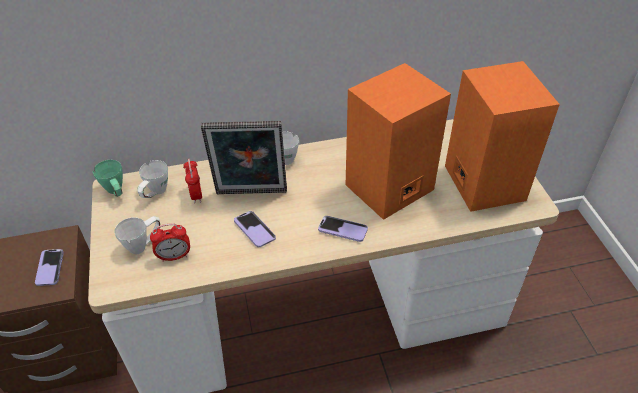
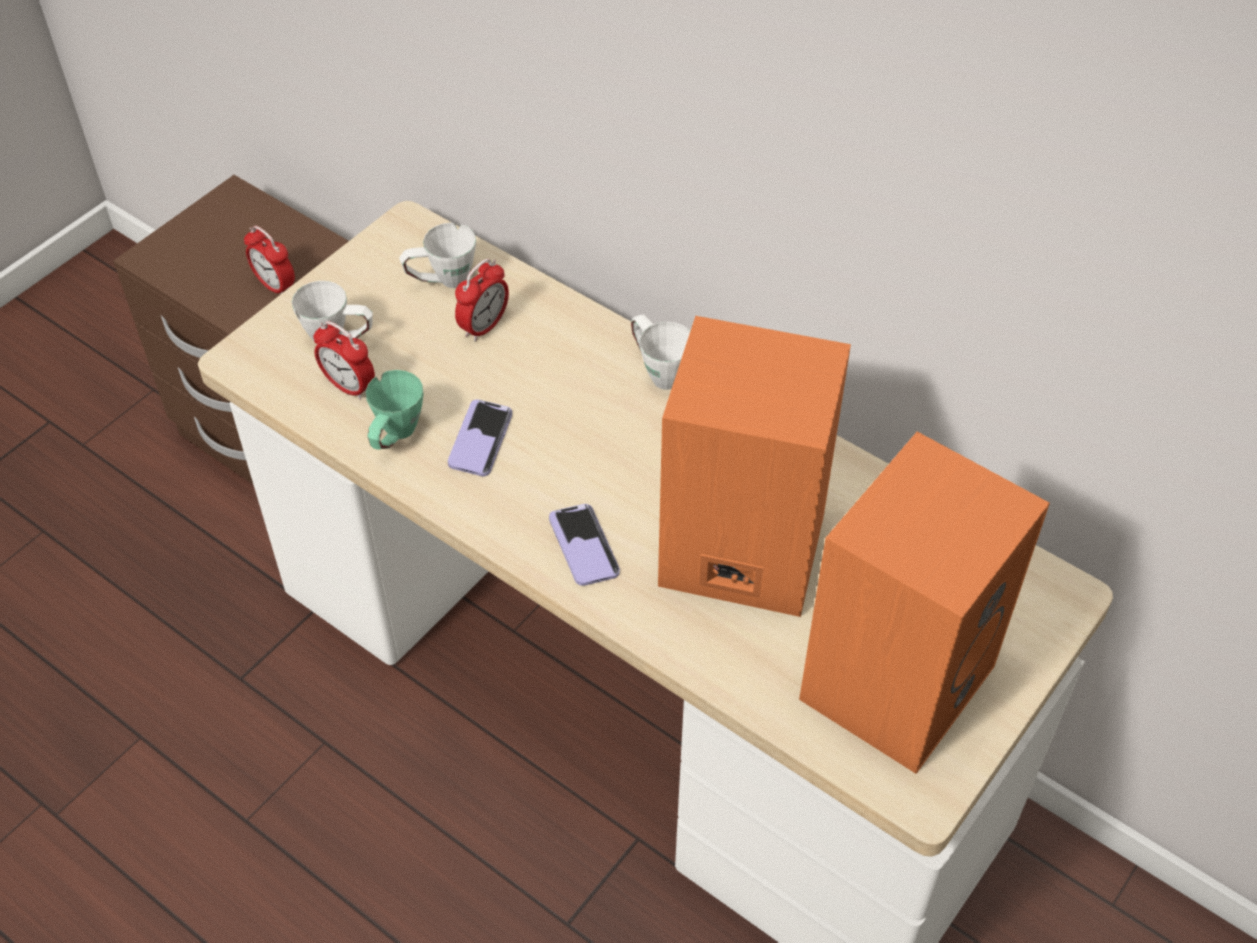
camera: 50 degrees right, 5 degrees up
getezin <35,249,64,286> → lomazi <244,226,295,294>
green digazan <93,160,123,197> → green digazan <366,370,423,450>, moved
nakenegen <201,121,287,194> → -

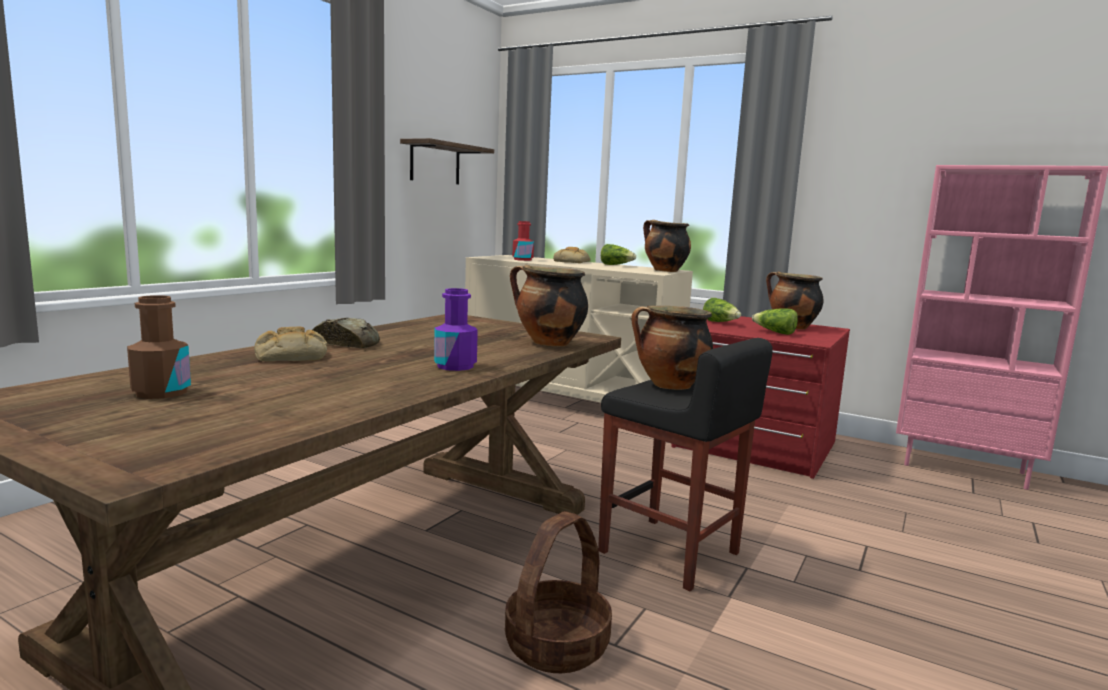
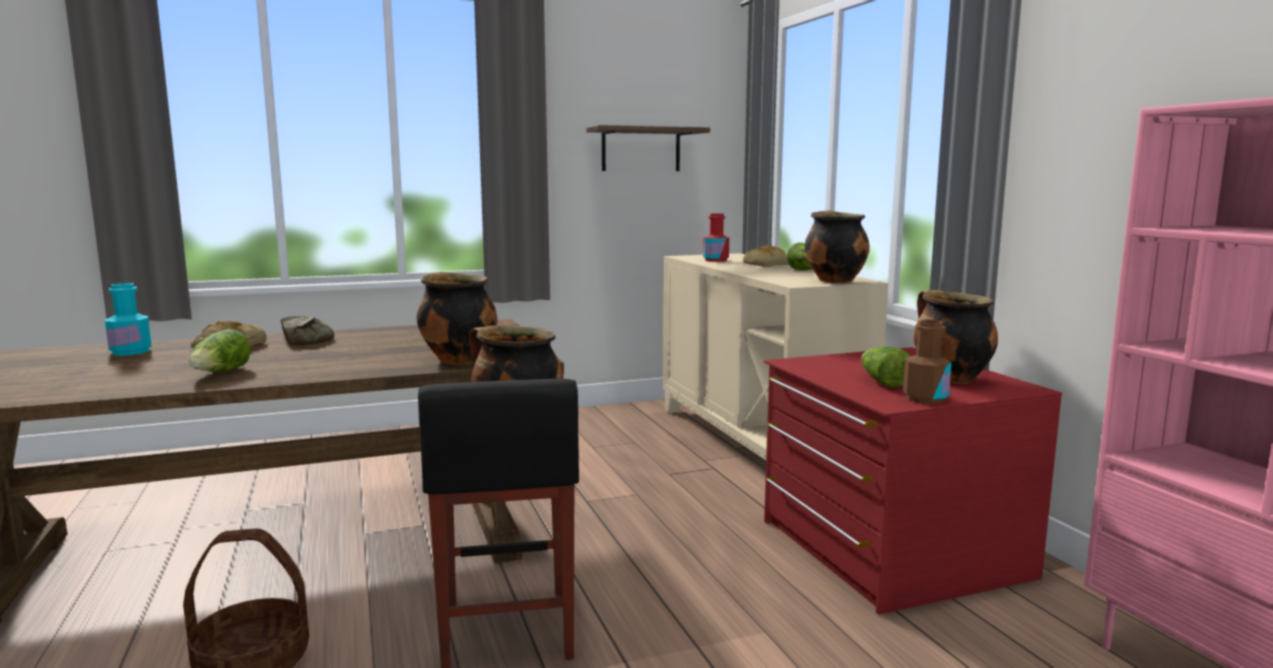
camera: 40 degrees right, 0 degrees up
- → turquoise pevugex <105,283,152,356>
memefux <703,298,741,322> → memefux <189,329,251,372>, moved
brown pevugex <127,295,191,399> → brown pevugex <903,320,952,404>, moved
purple pevugex <434,288,478,371> → -

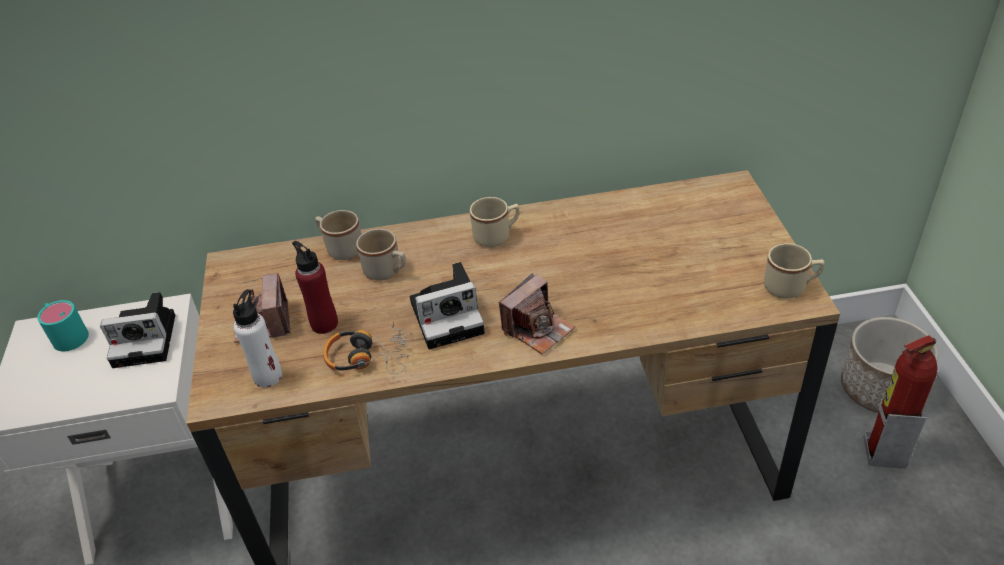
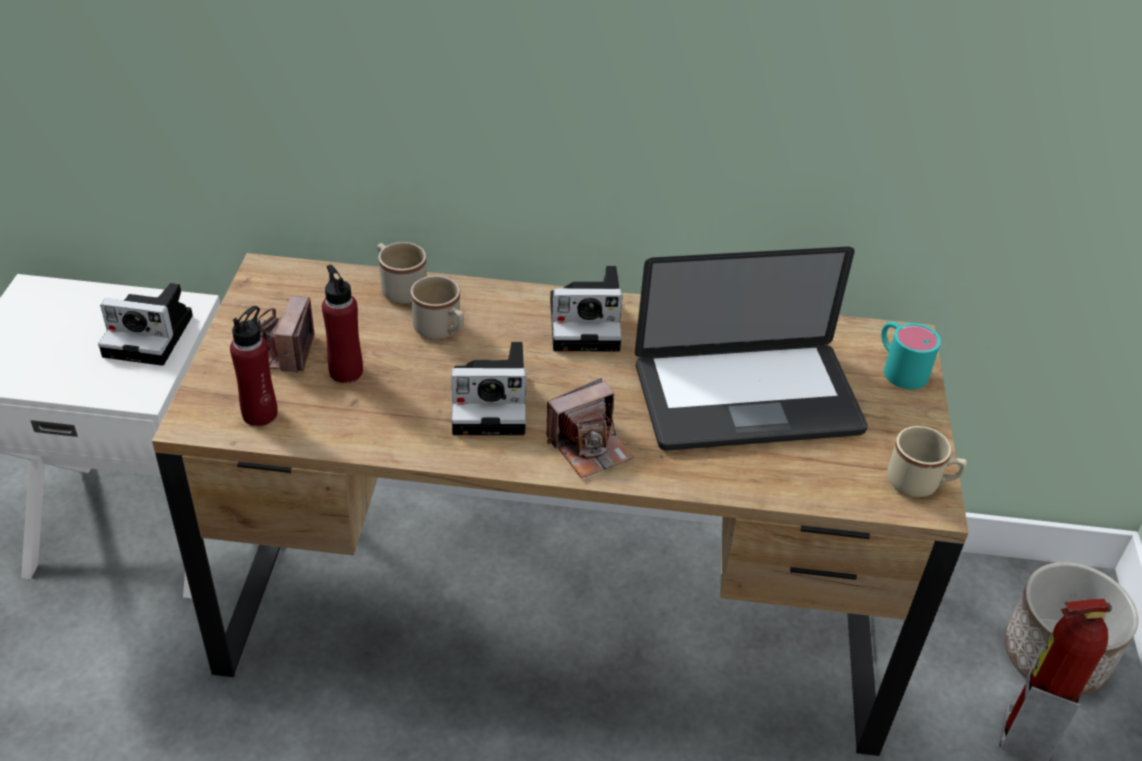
camera: 10 degrees right, 0 degrees up
white pevugex <233,289,282,388> → red pevugex <230,306,277,426>
beige digazan <470,197,520,247> → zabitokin <550,266,623,351>
- → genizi <635,246,868,450>
turquoise digazan <37,300,89,351> → turquoise digazan <881,322,941,389>, moved
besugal <323,322,409,374> → -

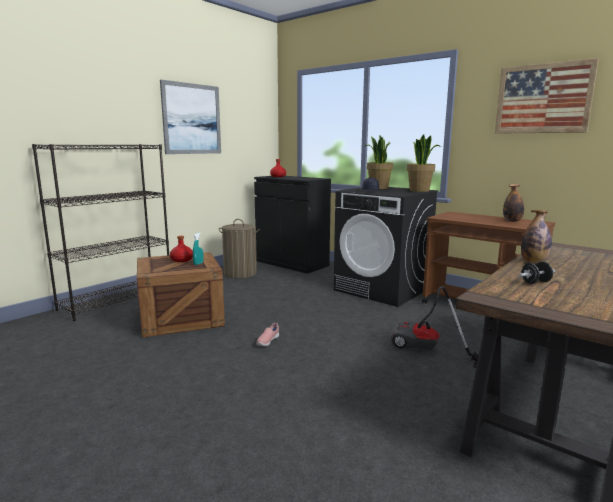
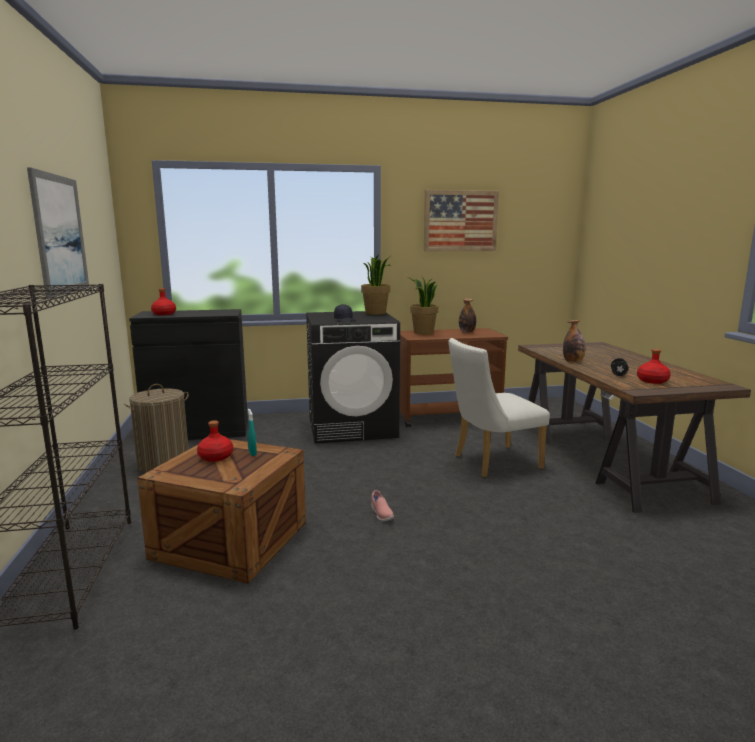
camera: 50 degrees left, 0 degrees up
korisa <365,135,393,189> → korisa <408,277,438,334>, moved
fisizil <391,286,479,368> → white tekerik <448,338,550,477>
- → red pevugex <637,349,671,384>

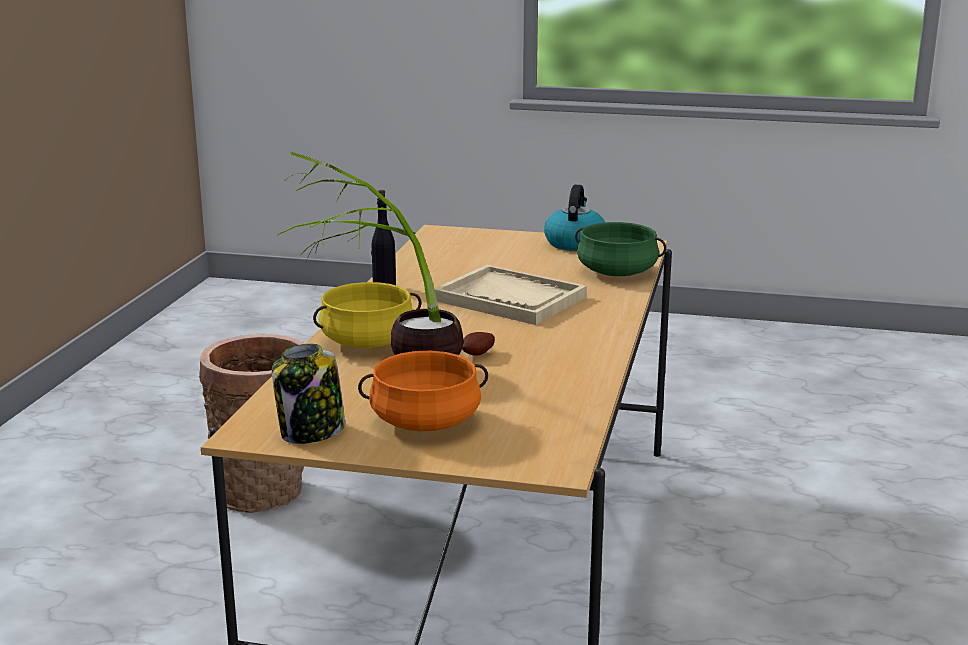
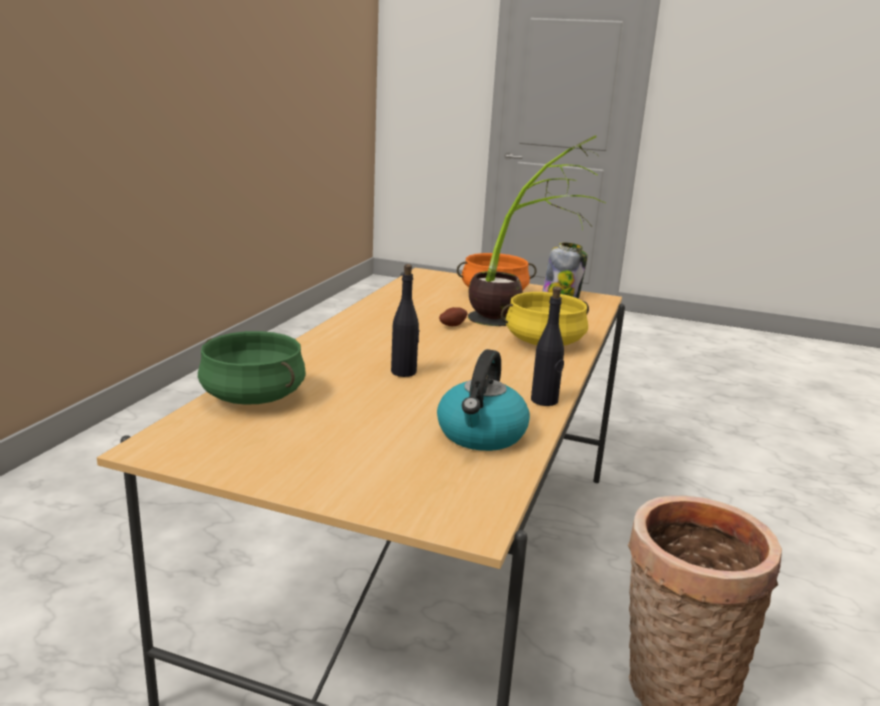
camera: 175 degrees left, 0 degrees up
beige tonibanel <434,265,587,325> → black pevugex <391,264,420,377>
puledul <544,185,606,251> → puledul <437,349,530,451>, moved

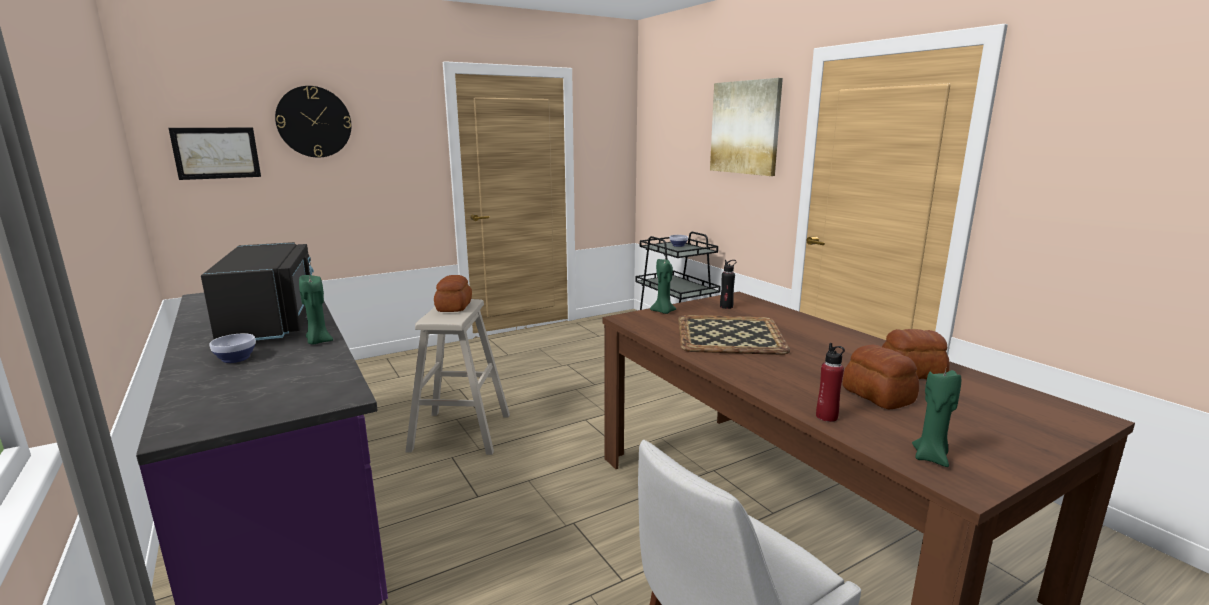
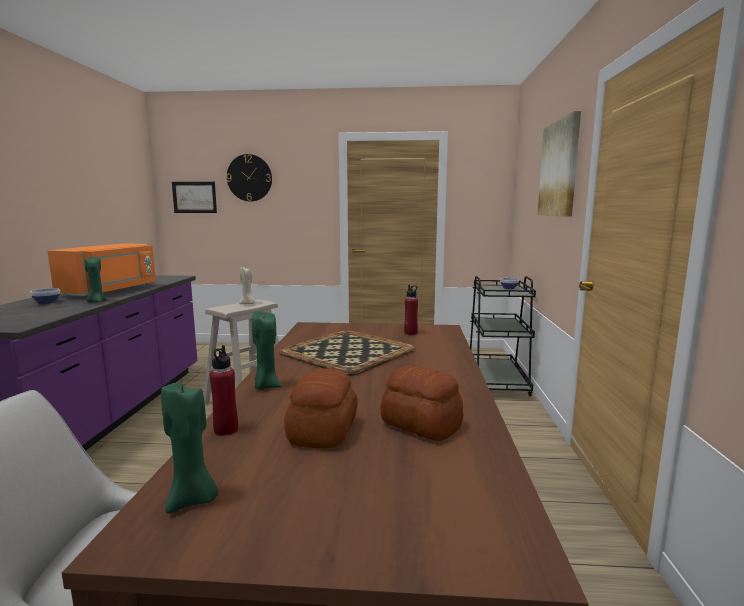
camera: 35 degrees right, 5 degrees down
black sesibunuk <201,242,314,340> → orange sesibunuk <47,243,156,296>
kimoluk <434,275,472,312> → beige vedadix <239,267,255,304>
green vedadix <650,259,676,314> → green vedadix <252,311,282,390>, moved
black pevugex <720,260,736,309> → red pevugex <404,285,418,335>

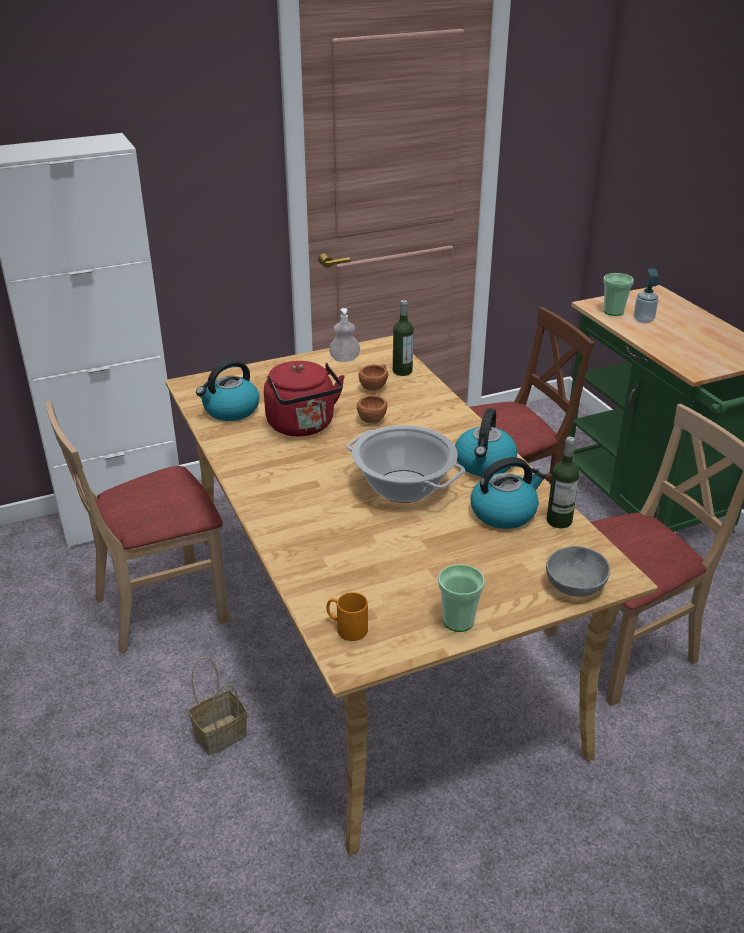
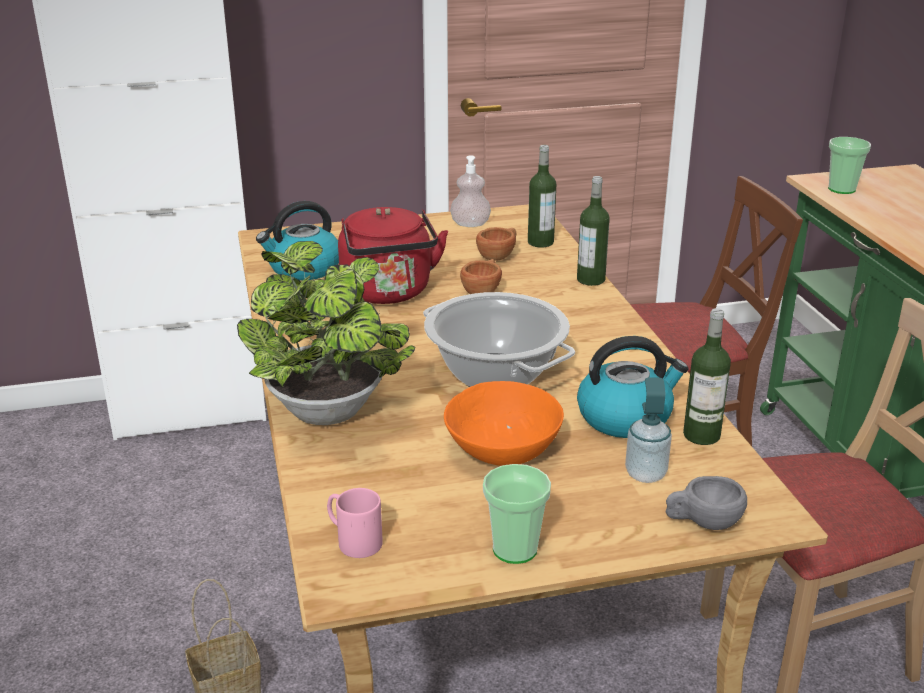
camera: 10 degrees right, 5 degrees down
- → korisa <237,241,415,425>
orange digazan <326,592,368,641> → pink digazan <327,488,383,558>
- → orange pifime <444,381,564,466>
- → pevugex <577,176,610,286>
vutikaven <634,268,658,323> → vutikaven <625,378,672,483>, moved
grey pifime <546,546,610,597> → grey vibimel <666,476,747,530>
beige tekerik <46,401,230,654> → -
puledul <455,408,517,476> → -

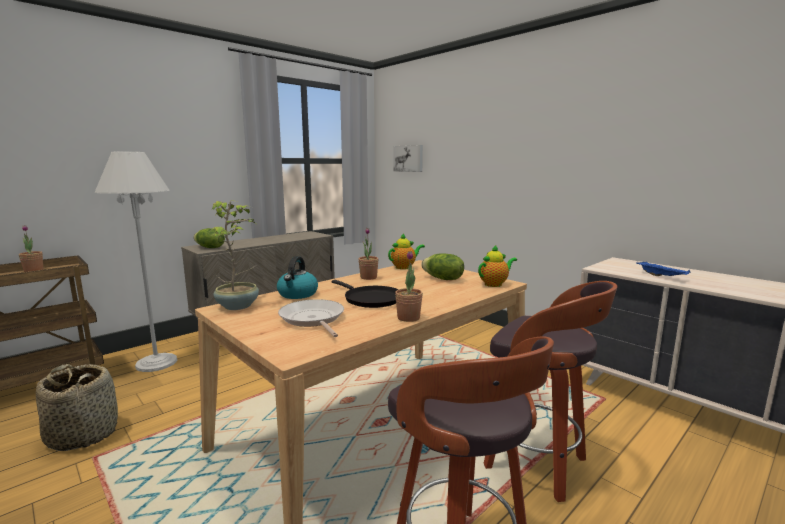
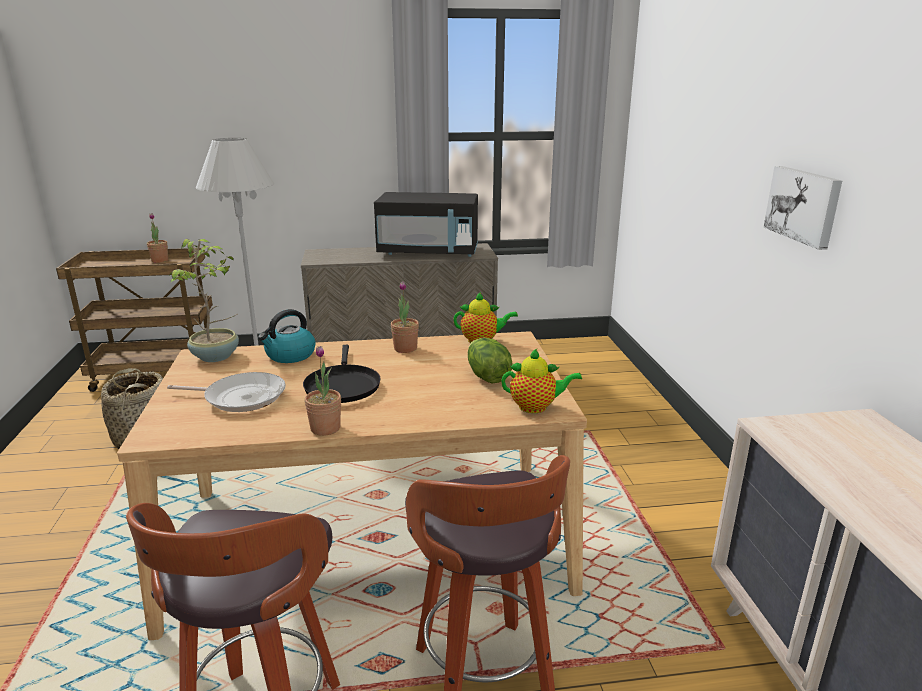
camera: 35 degrees right, 10 degrees up
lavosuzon <278,299,344,337> → lavosuzon <167,372,286,412>, 90 degrees clockwise
- → black sesibunuk <374,192,478,257>
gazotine <394,145,423,172> → gazotine <764,166,842,250>, moved
memefux <194,228,225,248> → -
blue tonibanel <636,261,690,276> → -

